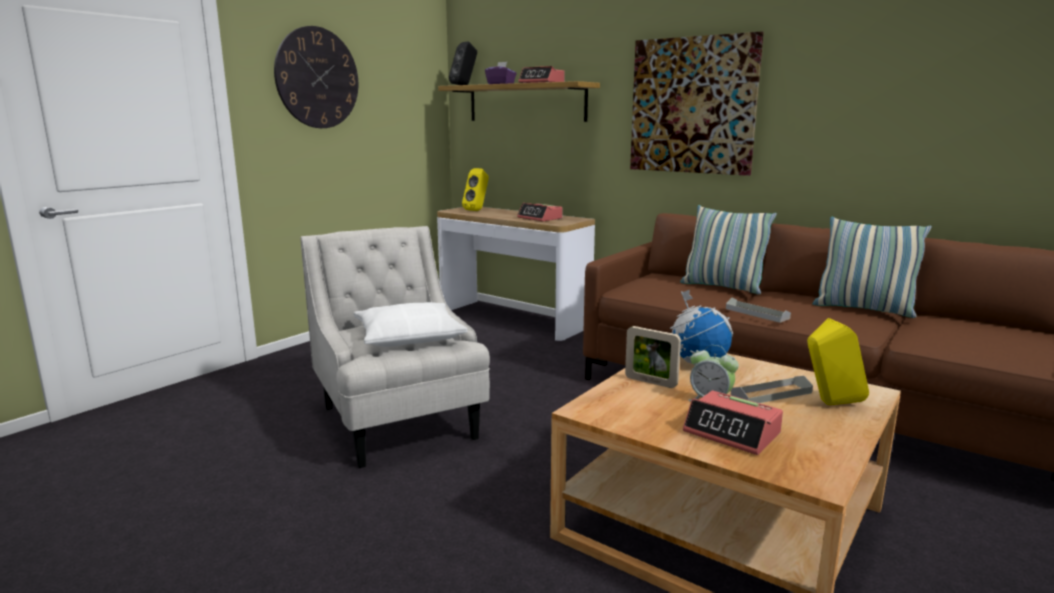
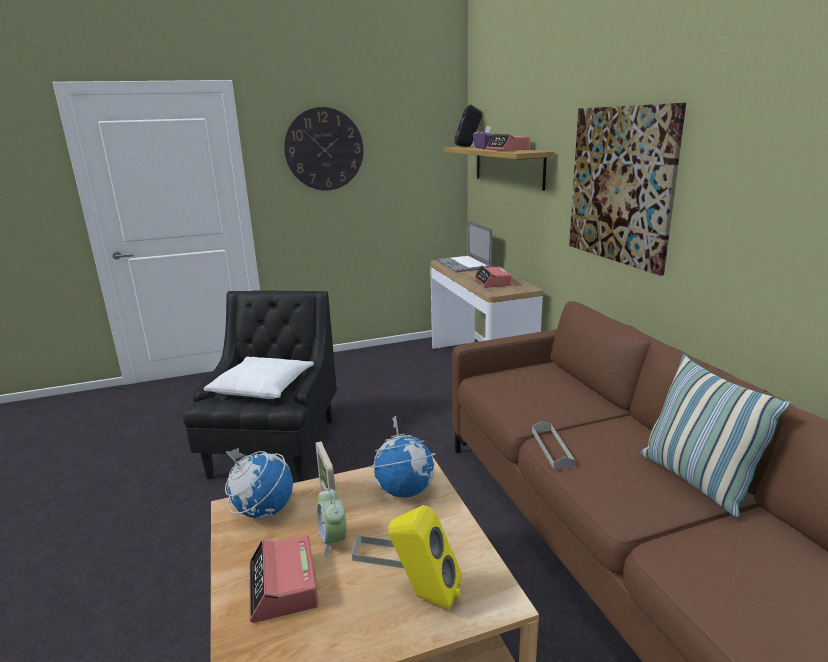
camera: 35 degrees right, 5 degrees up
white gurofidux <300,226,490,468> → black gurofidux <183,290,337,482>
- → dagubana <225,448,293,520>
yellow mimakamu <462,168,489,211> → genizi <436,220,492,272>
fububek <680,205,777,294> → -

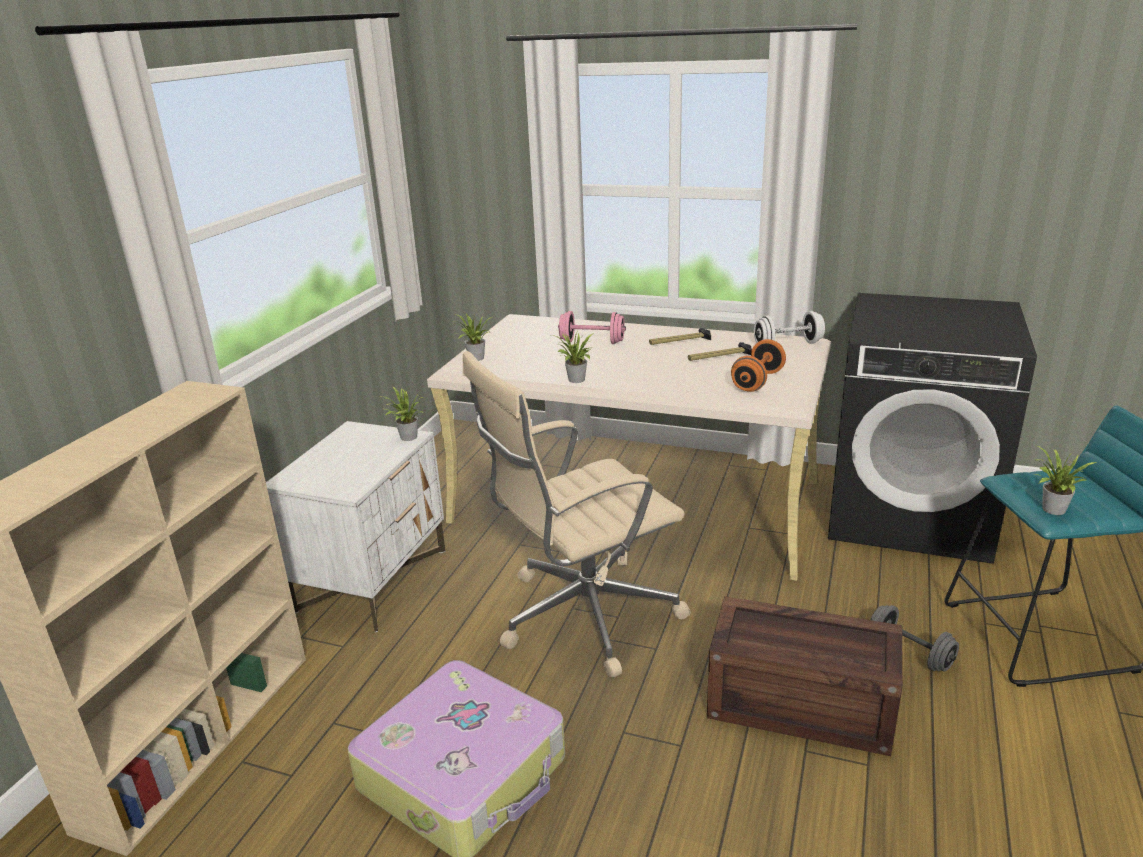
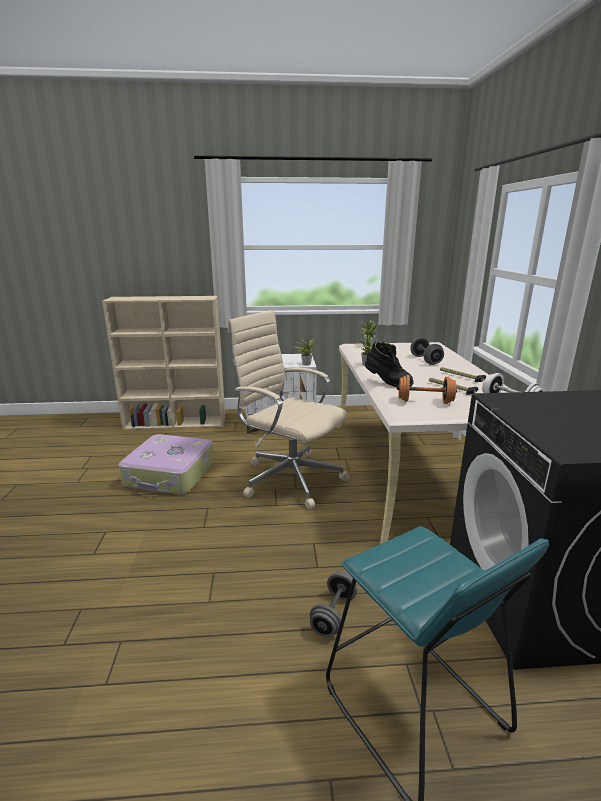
camera: 65 degrees right, 5 degrees down
- → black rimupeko <365,342,414,387>
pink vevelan <558,311,626,344> → grey vevelan <410,337,444,365>
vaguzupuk <707,596,903,756> → -
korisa <1034,446,1098,515> → -

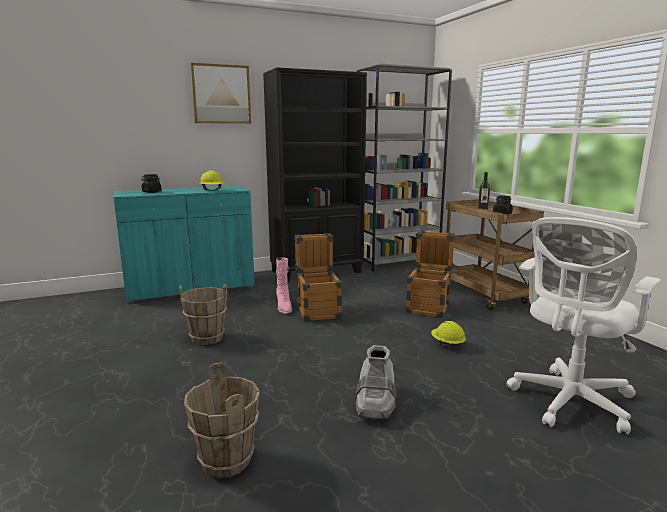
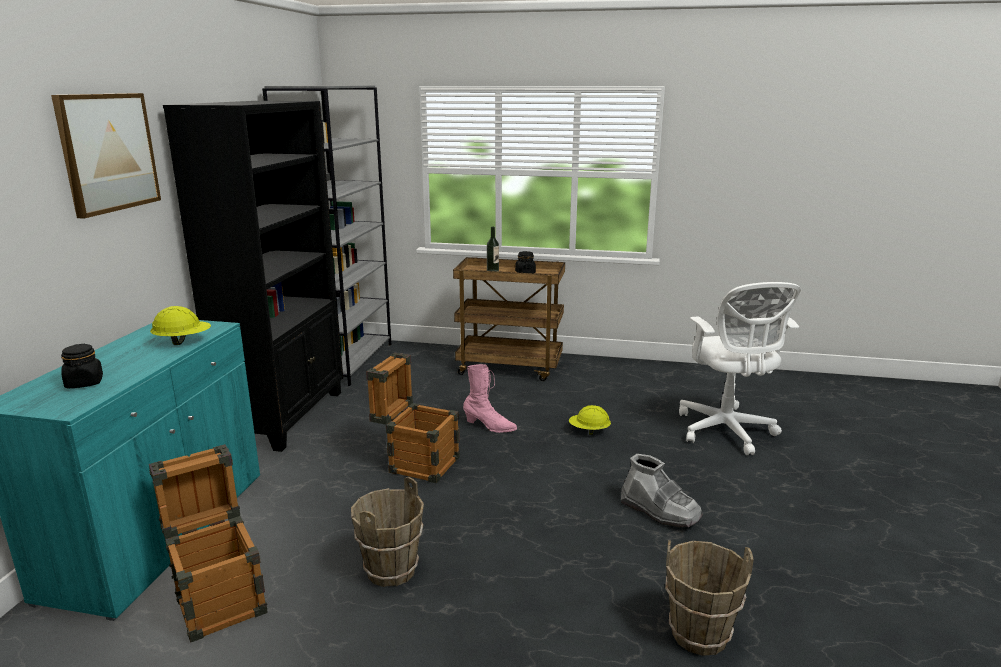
camera: 55 degrees left, 5 degrees up
vaguzupuk <406,231,455,318> → vaguzupuk <149,444,268,643>, moved
pink rimupeko <276,258,292,314> → pink rimupeko <463,364,517,433>, moved

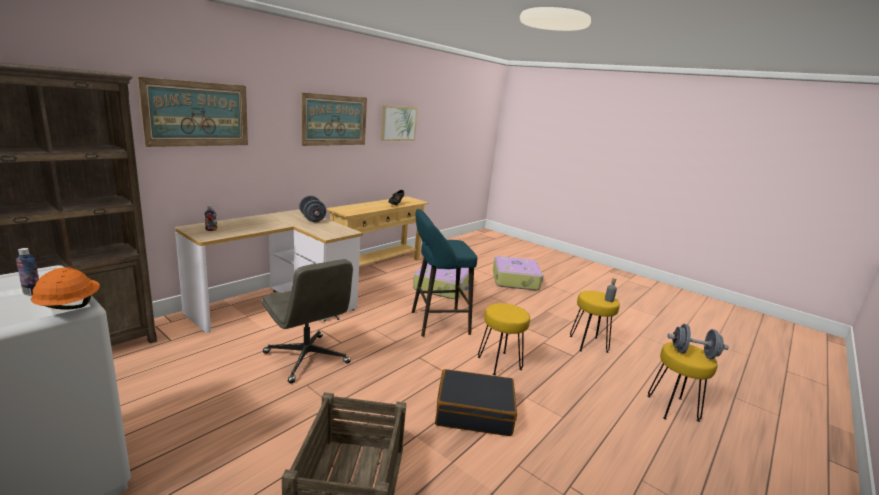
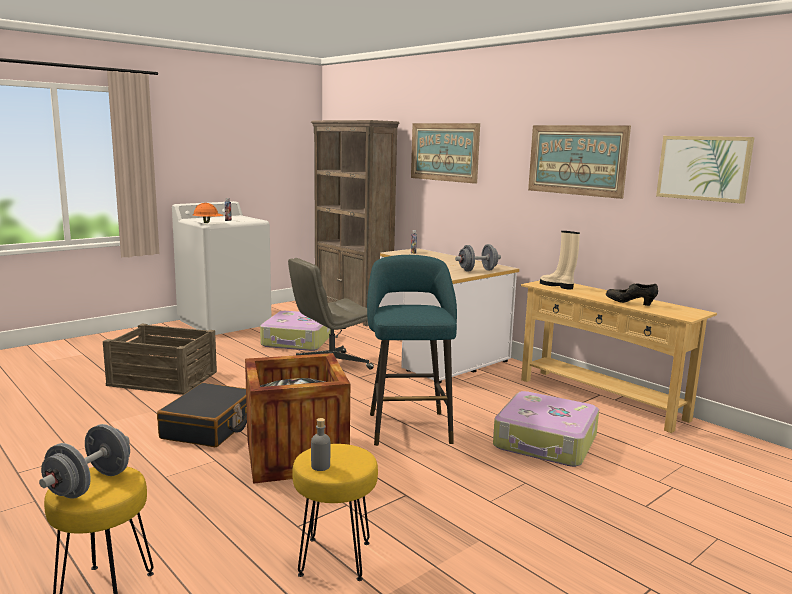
camera: 100 degrees right, 5 degrees down
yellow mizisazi <478,303,530,375> → vaguzupuk <245,353,350,484>
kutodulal <493,256,544,290> → kutodulal <260,311,330,351>, moved
- → beige rimupeko <540,231,580,290>

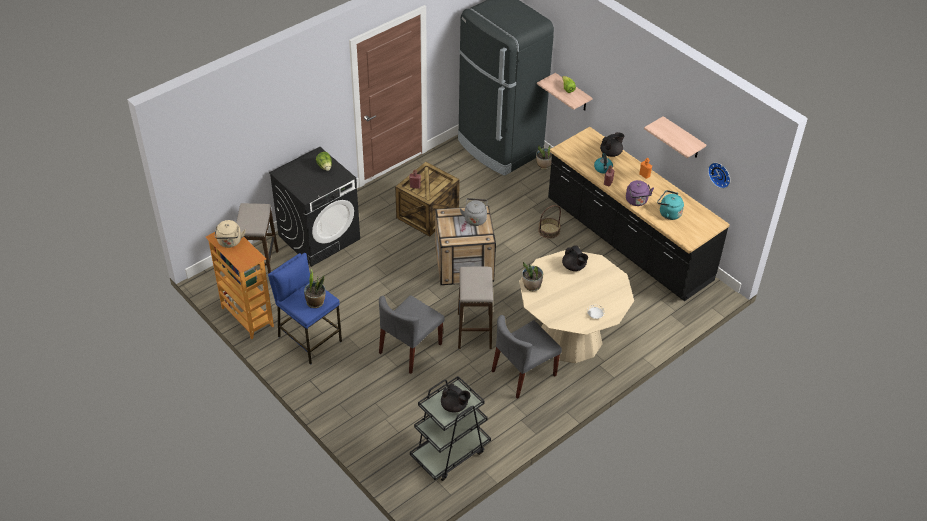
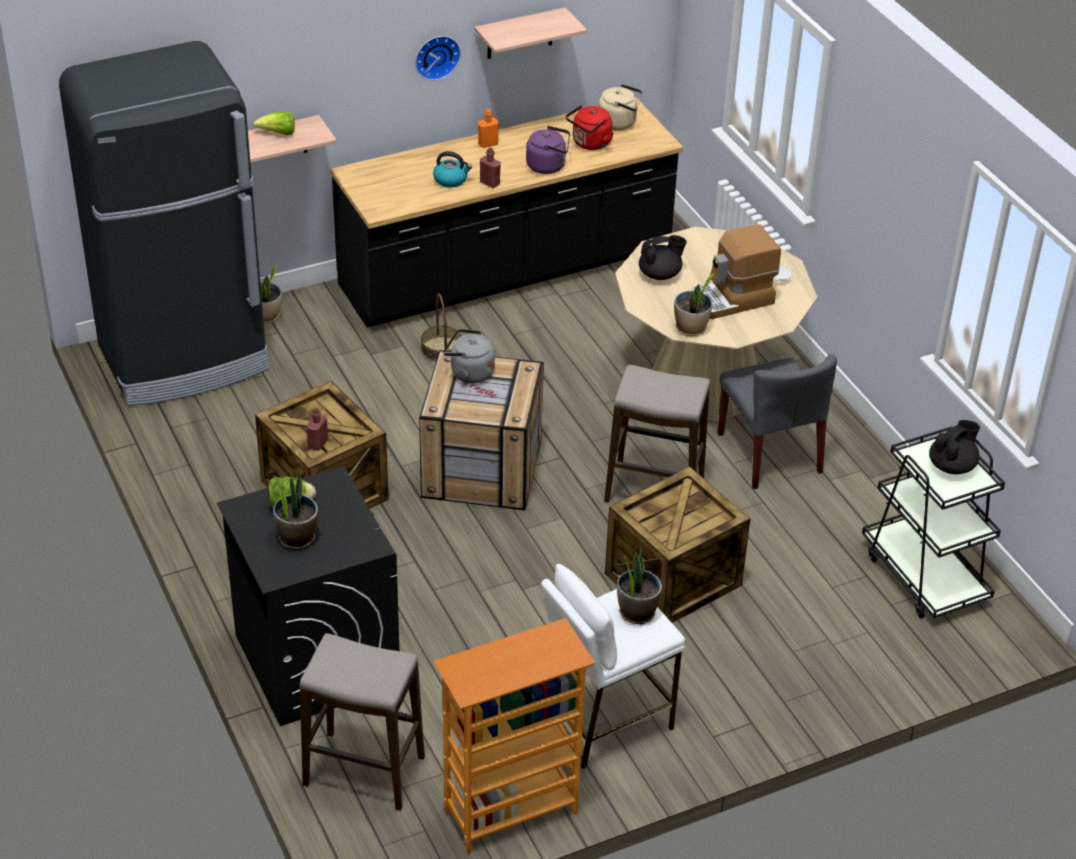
camera: 75 degrees left, 5 degrees down
- → korisa <273,466,318,550>
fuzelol <708,162,730,188> → fuzelol <415,36,461,80>, moved
blue mizisazi <268,253,342,365> → white mizisazi <541,564,685,769>
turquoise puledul <657,190,684,220> → red puledul <566,105,613,150>
beige puledul <215,220,246,248> → beige puledul <598,84,642,130>, moved
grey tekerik <379,295,445,374> → vaguzupuk <605,467,750,623>
- → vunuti <692,224,781,319>
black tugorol <600,132,624,157> → -

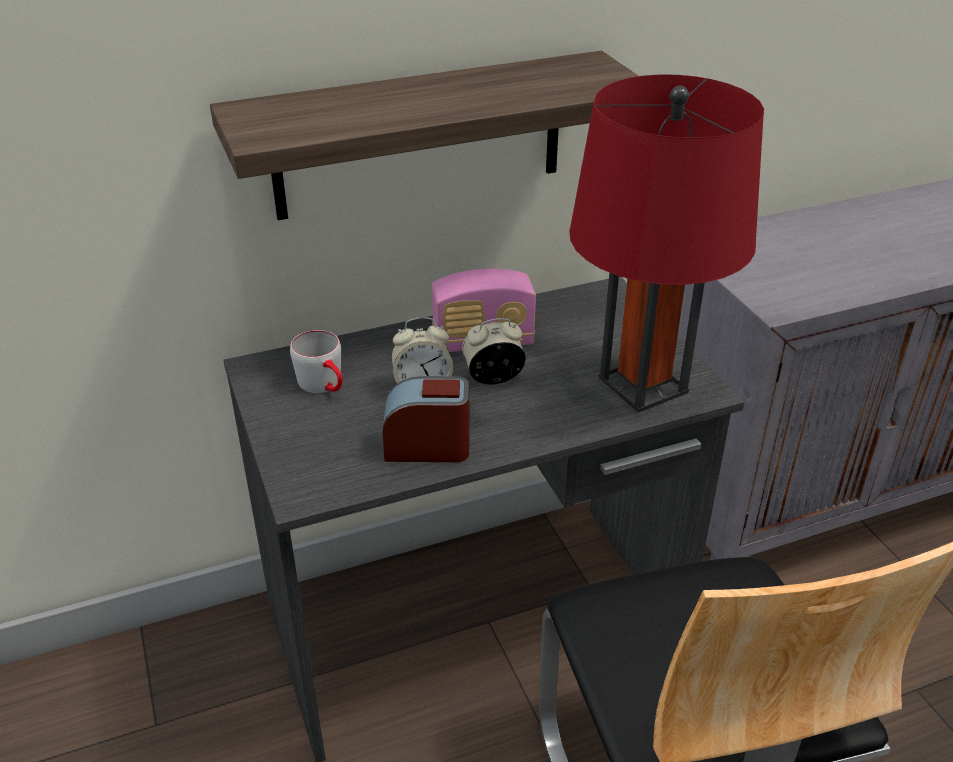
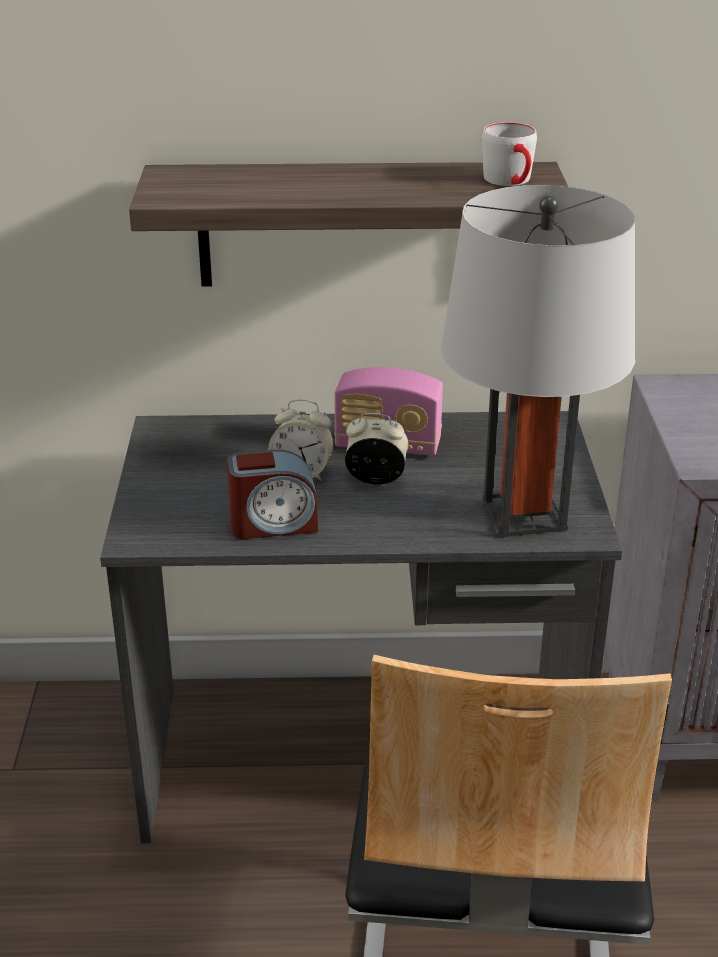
camera: 20 degrees right, 5 degrees down
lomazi <382,376,470,462> → lomazi <227,450,318,539>, 150 degrees clockwise
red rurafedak <569,75,764,413> → grey rurafedak <440,185,635,537>
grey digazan <290,330,343,393> → grey digazan <482,122,537,186>, moved

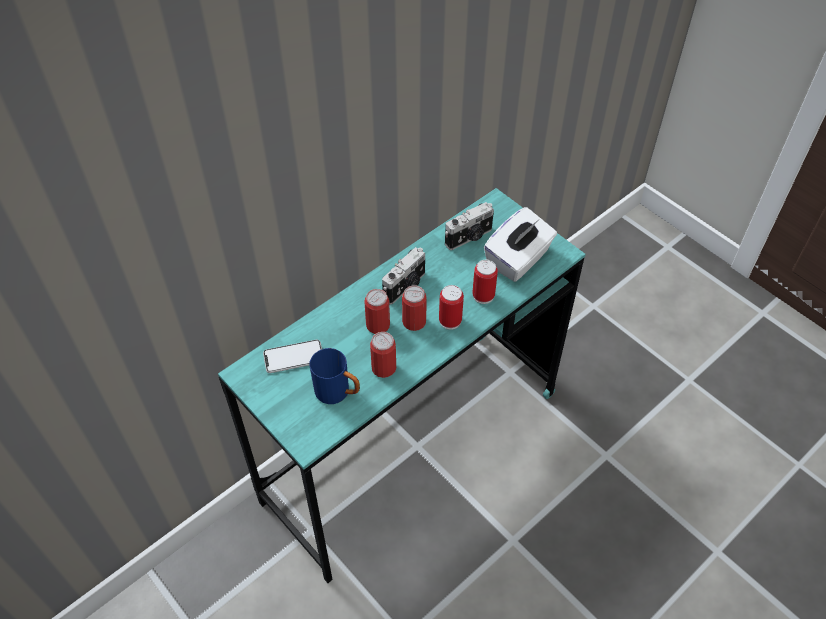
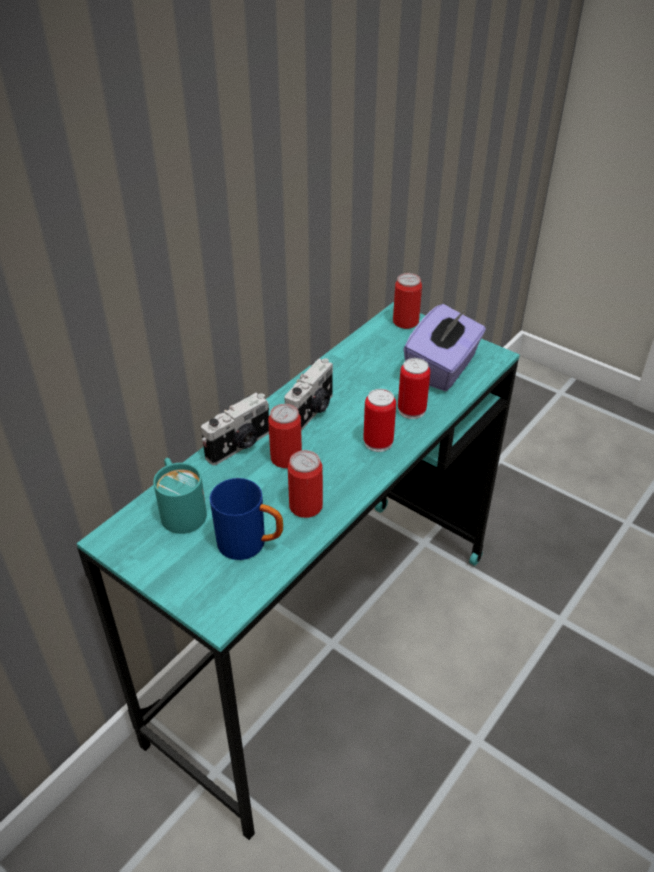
camera: 10 degrees left, 10 degrees down
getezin <263,340,322,373> → turquoise digazan <153,458,207,534>
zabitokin <445,202,494,250> → zabitokin <201,393,269,465>, moved
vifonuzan <402,285,427,331> → vifonuzan <393,273,422,329>, moved
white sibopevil <484,207,557,282> → purple sibopevil <404,304,486,391>

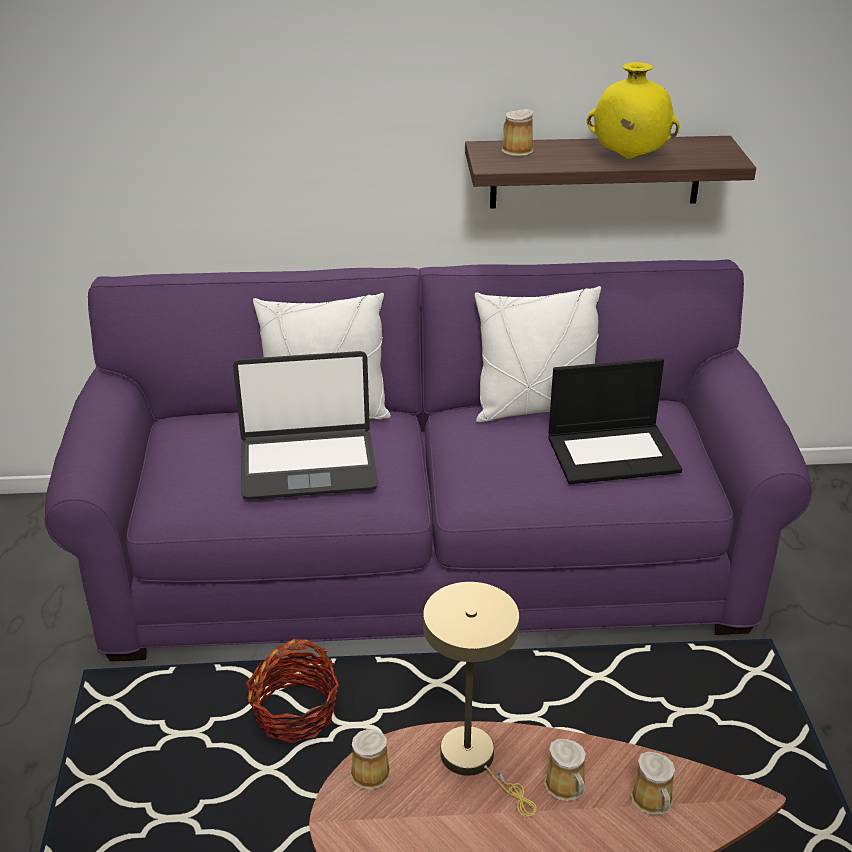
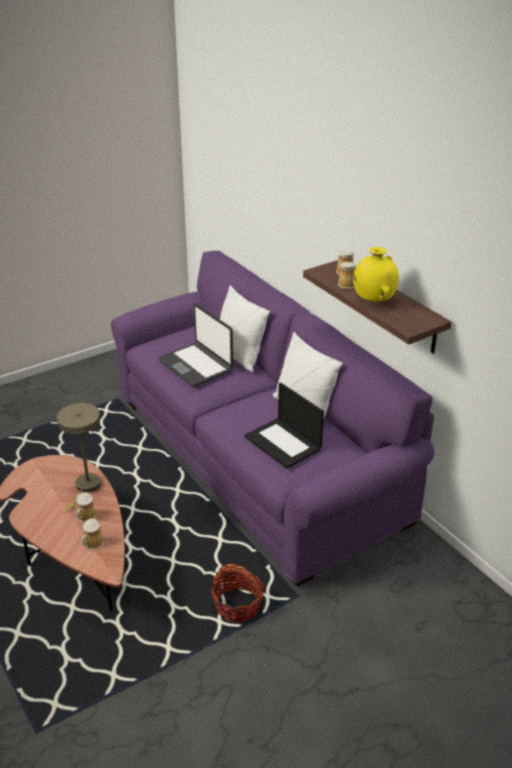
camera: 60 degrees right, 0 degrees up
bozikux <246,639,339,743> → bozikux <211,564,264,623>, moved
digazan <350,729,391,790> → digazan <338,262,356,289>, moved

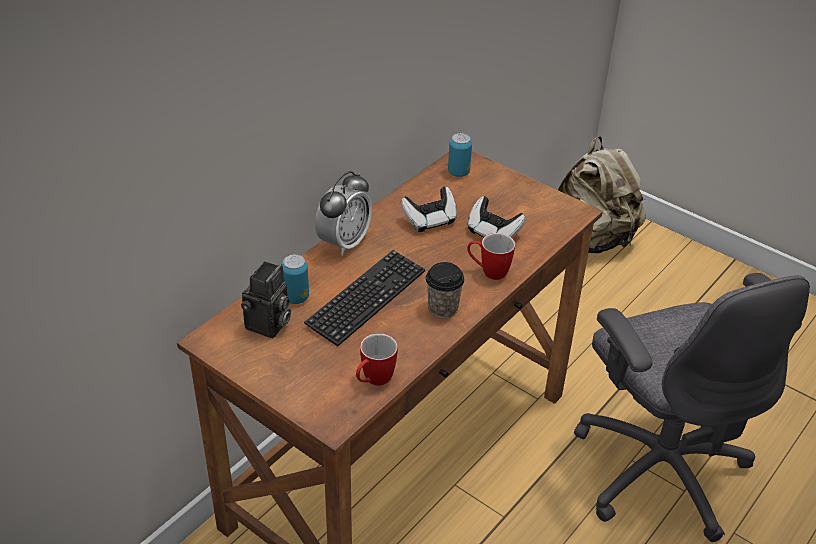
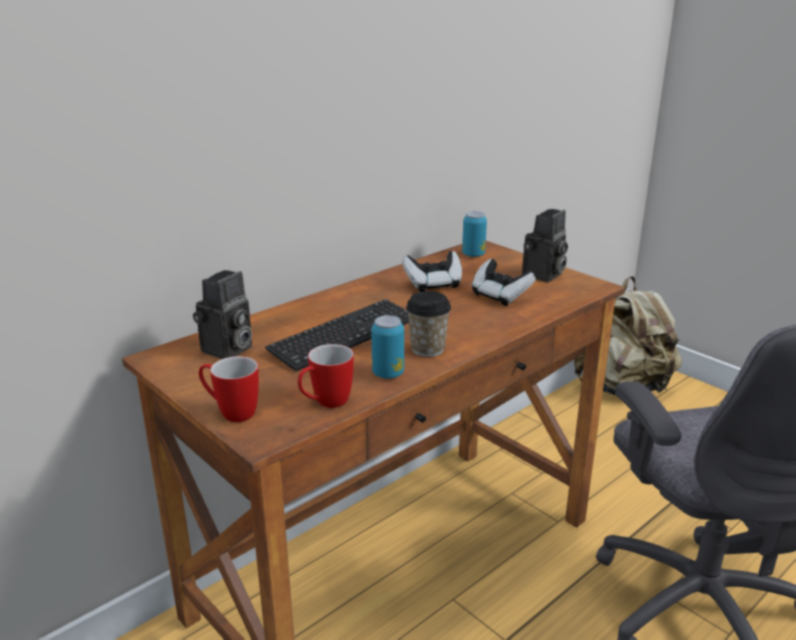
camera: 10 degrees right, 15 degrees down
digazan <467,233,515,280> → digazan <199,356,259,422>, moved
vifonuzan <282,254,309,304> → vifonuzan <371,315,404,379>, moved
- → zabitokin <522,209,568,282>
lomazi <315,171,372,256> → -

